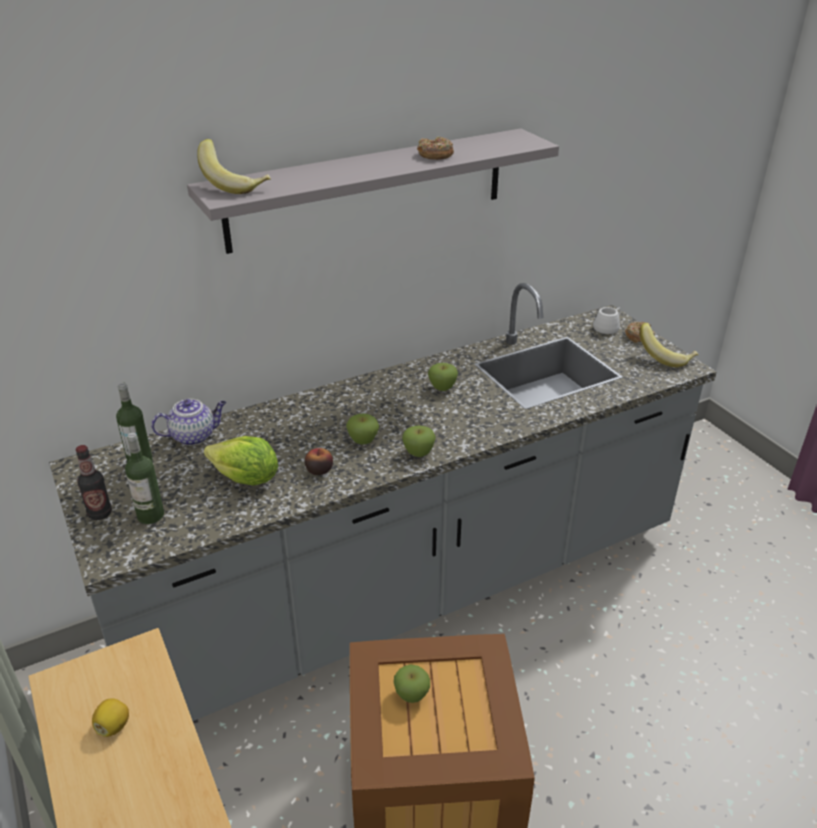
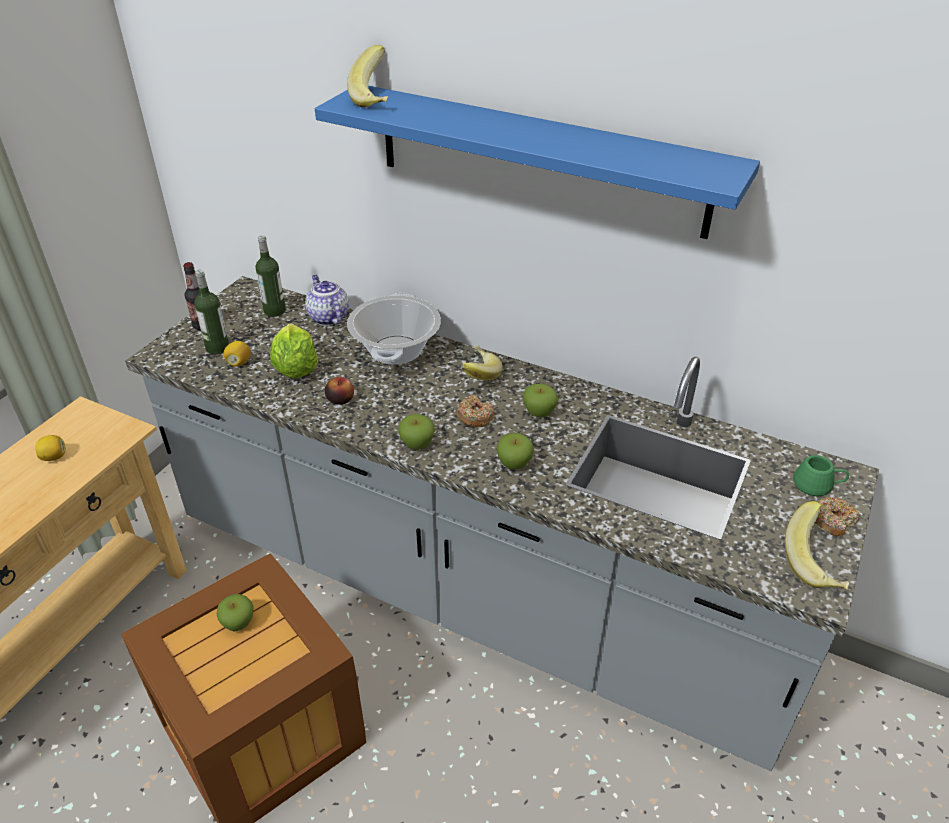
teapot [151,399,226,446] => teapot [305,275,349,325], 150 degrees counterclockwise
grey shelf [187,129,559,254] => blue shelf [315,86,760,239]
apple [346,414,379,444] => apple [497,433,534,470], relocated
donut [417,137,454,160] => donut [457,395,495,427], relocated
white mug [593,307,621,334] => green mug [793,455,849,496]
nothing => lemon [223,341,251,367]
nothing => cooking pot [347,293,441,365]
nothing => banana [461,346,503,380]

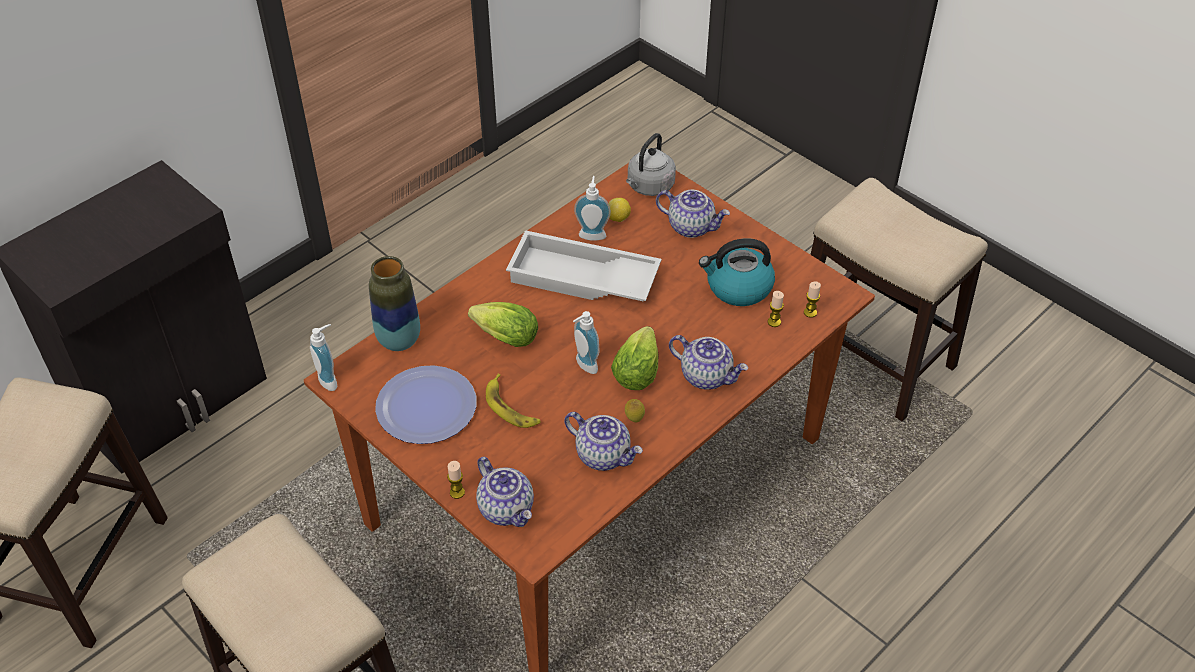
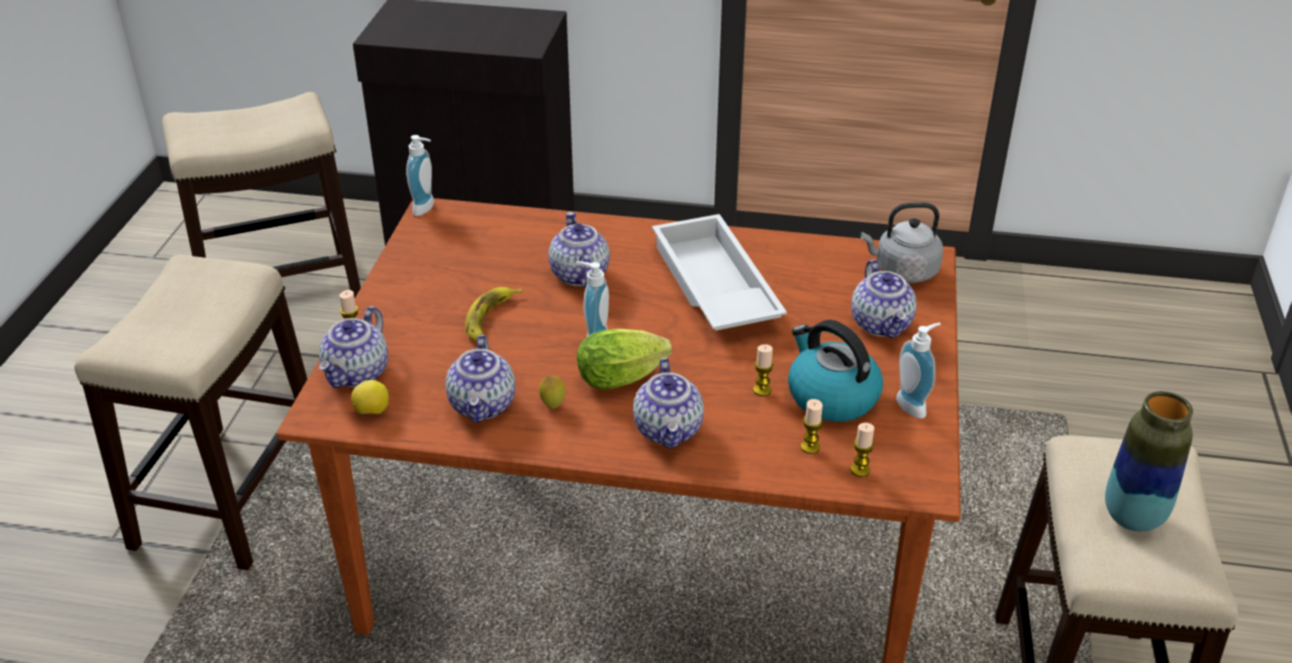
vase [369,256,420,351] => vase [1105,391,1193,532], relocated
plate [375,365,476,444] => nothing
lettuce [468,302,538,347] => teapot [549,212,609,288]
soap dispenser [574,176,611,241] => soap dispenser [896,323,941,419], relocated
lemon [608,198,631,222] => lemon [351,380,389,414], relocated
nothing => candle [753,344,774,396]

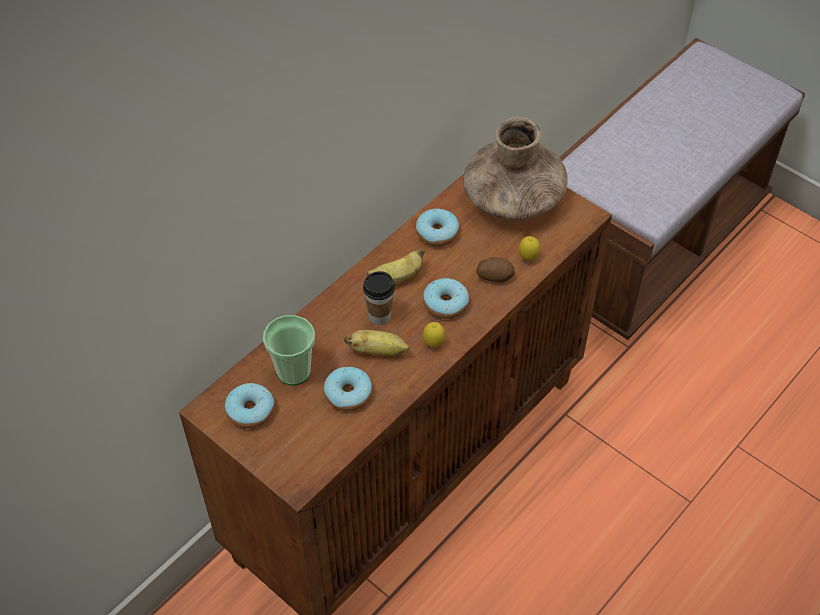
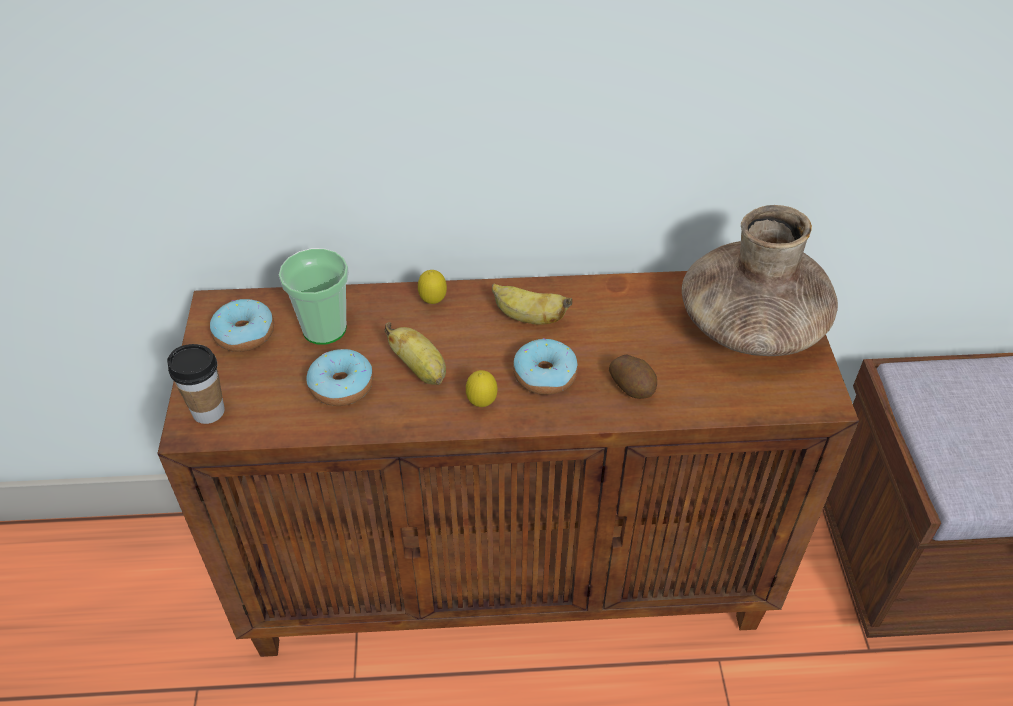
cup [363,271,395,325] => cup [167,344,225,424], relocated
donut [416,209,459,247] => nothing
lemon [519,236,540,261] => lemon [418,270,447,304], relocated

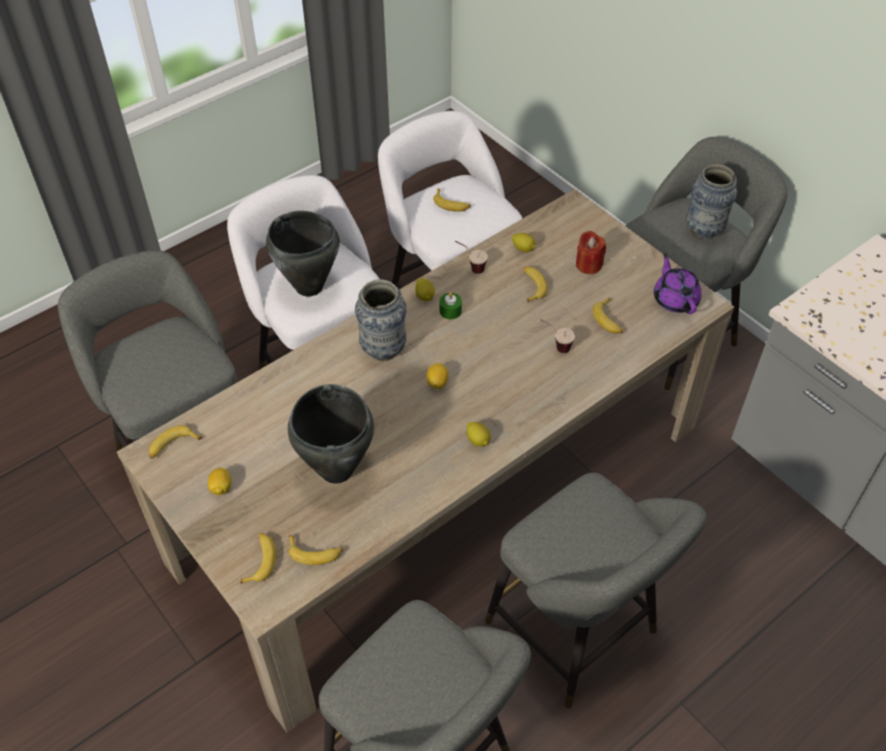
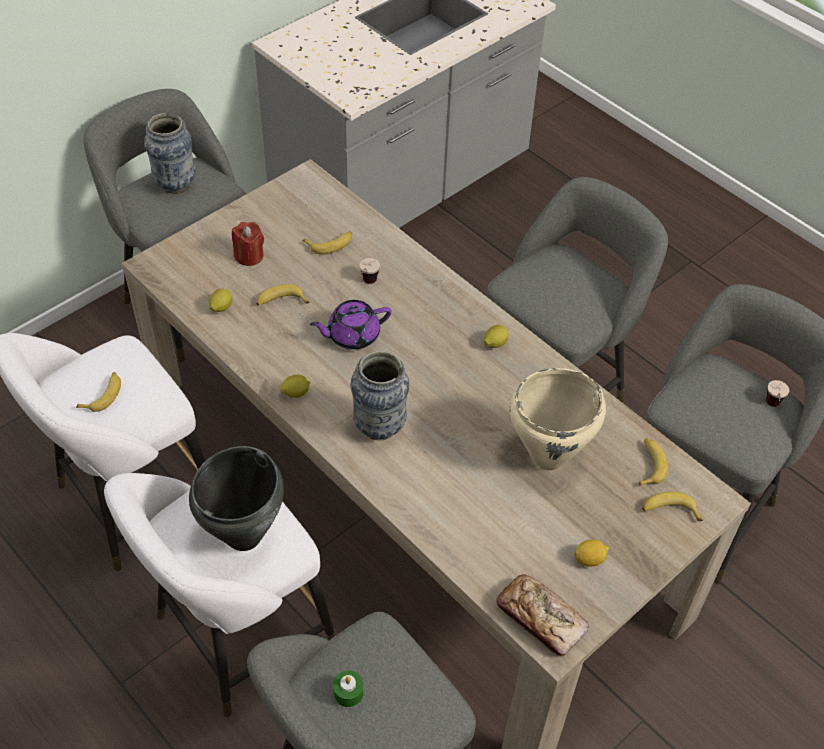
banana [149,425,202,459] => bread [496,574,589,656]
black cooking pot [288,384,374,484] => beige cooking pot [510,368,606,471]
lemon [427,363,448,389] => nothing
green candle [439,292,462,319] => green candle [333,670,364,707], relocated
cup [455,241,488,274] => cup [766,380,790,407], relocated
purple teapot [654,253,702,314] => purple teapot [310,300,391,350], relocated

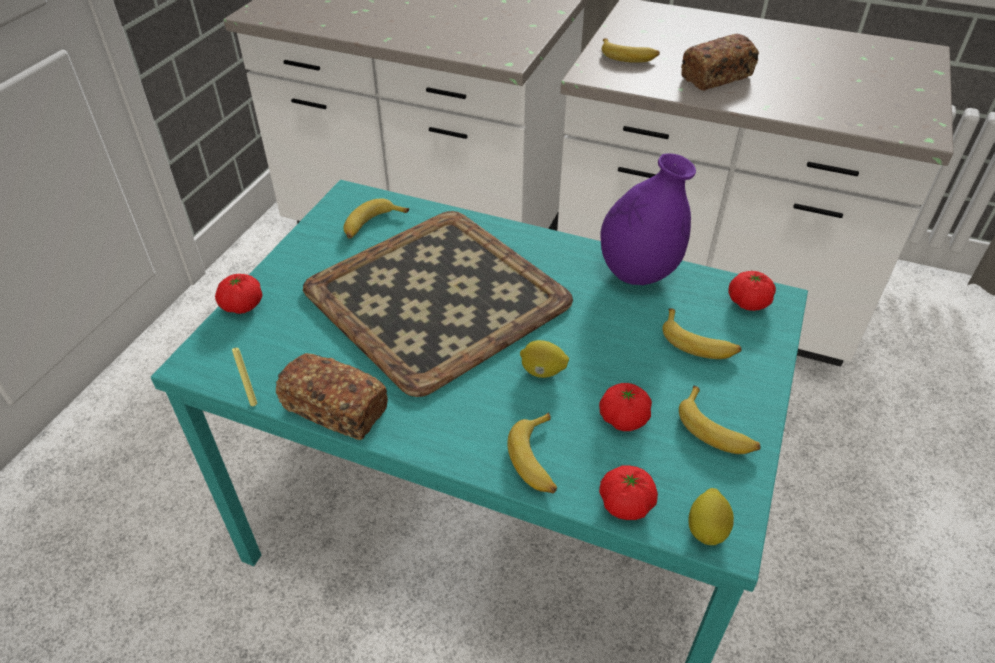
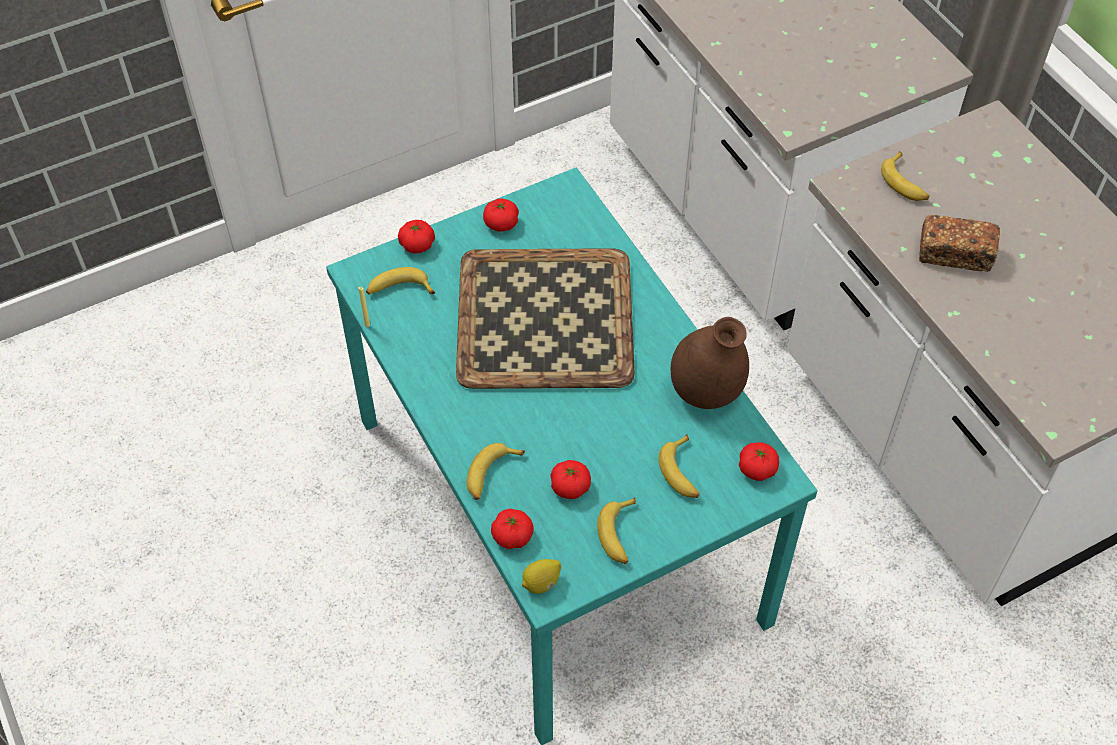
bread [276,353,388,440] => nothing
banana [343,199,409,239] => banana [366,267,435,295], relocated
lemon [520,340,569,378] => nothing
purple vase [600,154,696,285] => brown vase [671,317,749,409]
nothing => tomato [483,199,519,232]

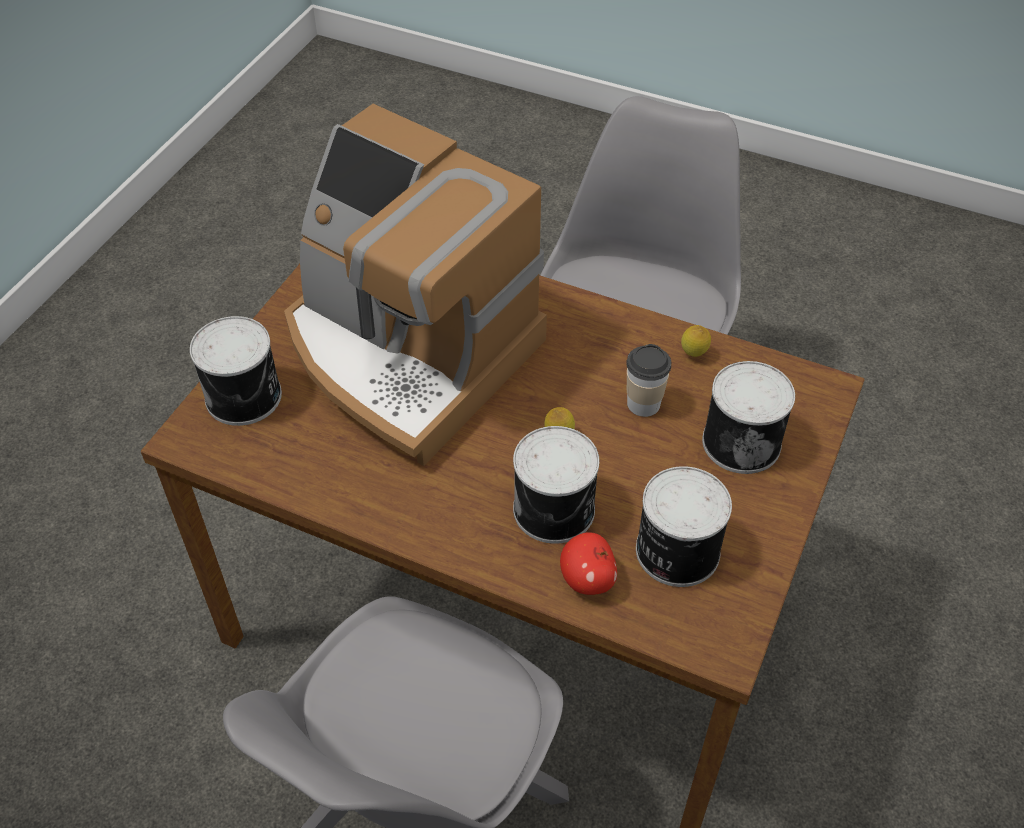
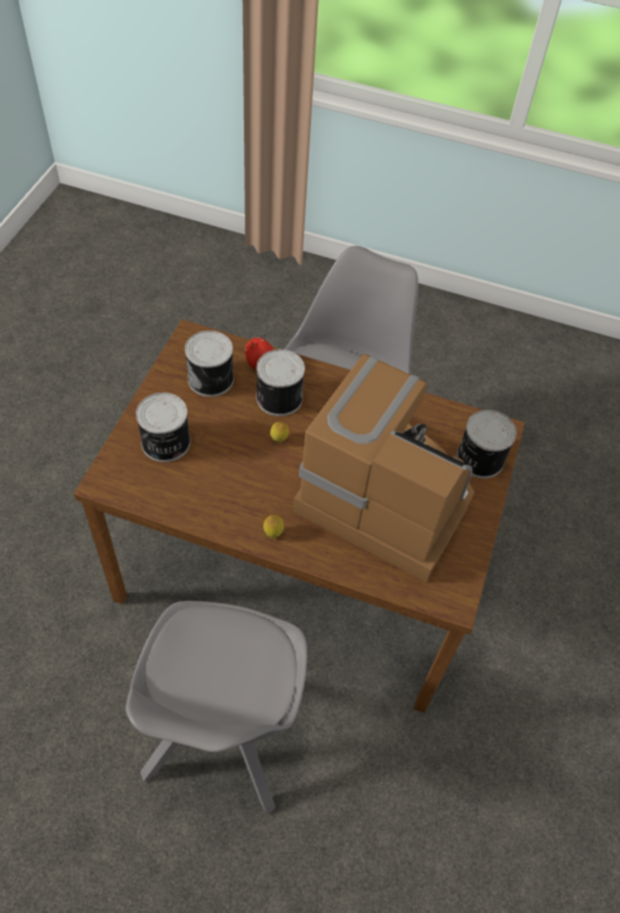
cup [626,344,671,417] => nothing
lemon [681,325,711,357] => lemon [263,515,284,538], relocated

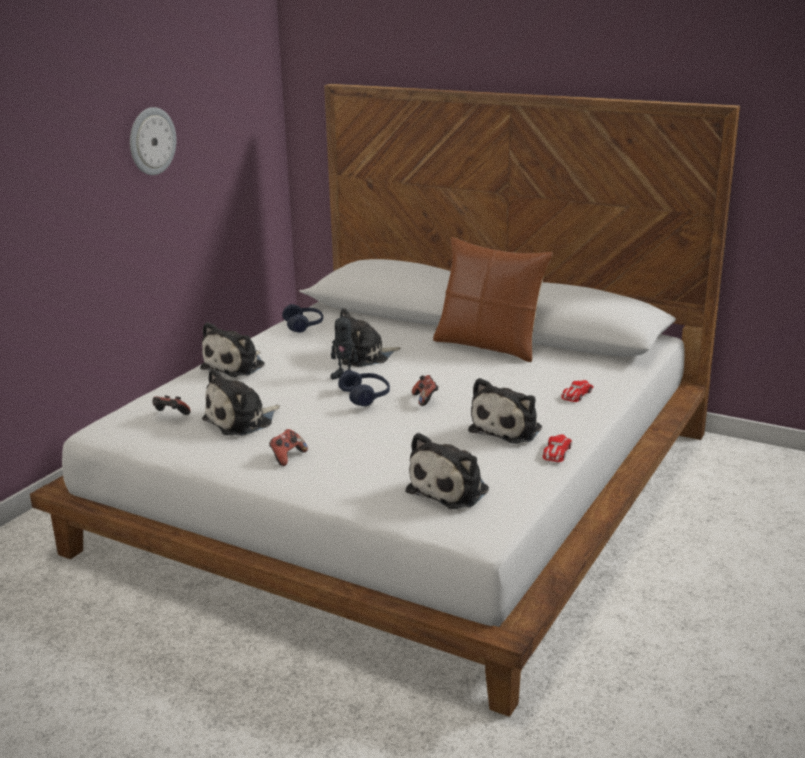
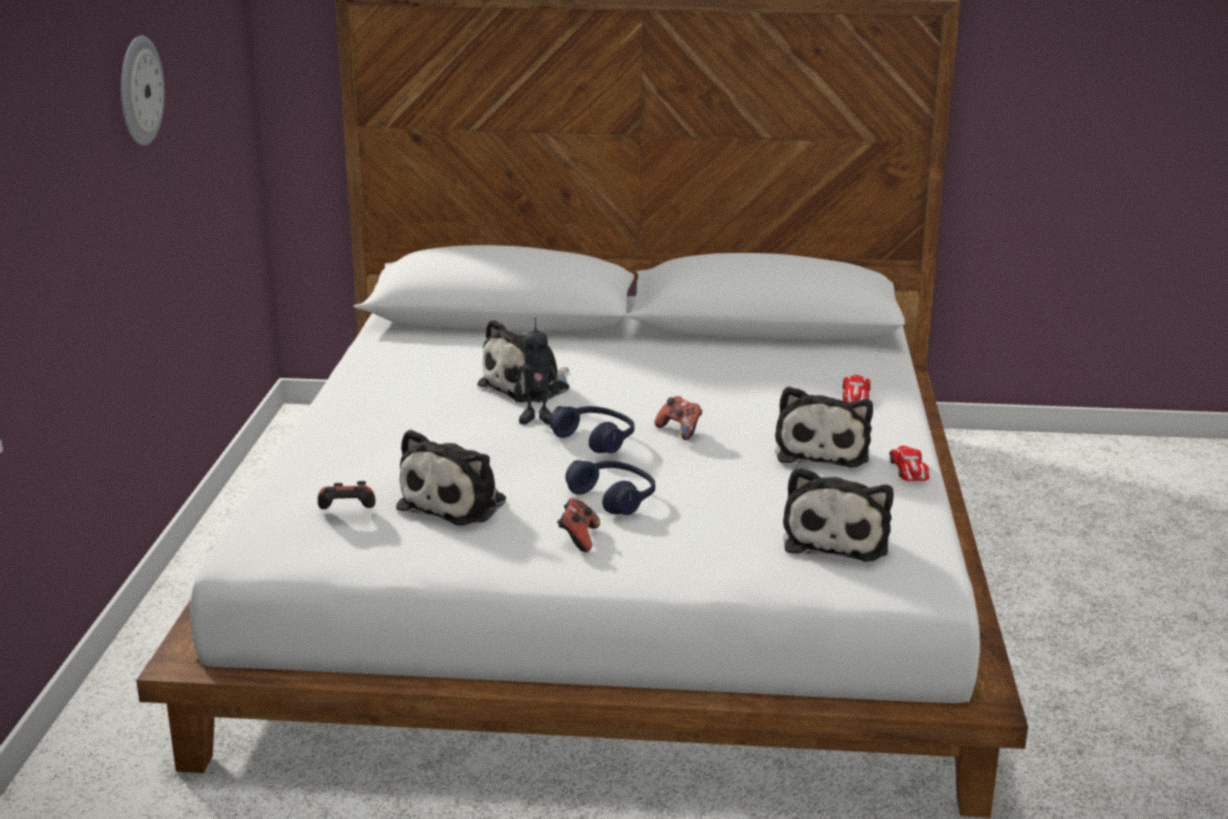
plush toy [200,322,265,377] => nothing
blue headphones [282,304,323,333] => blue headphones [565,460,655,515], relocated
brown pillow [433,237,553,362] => nothing

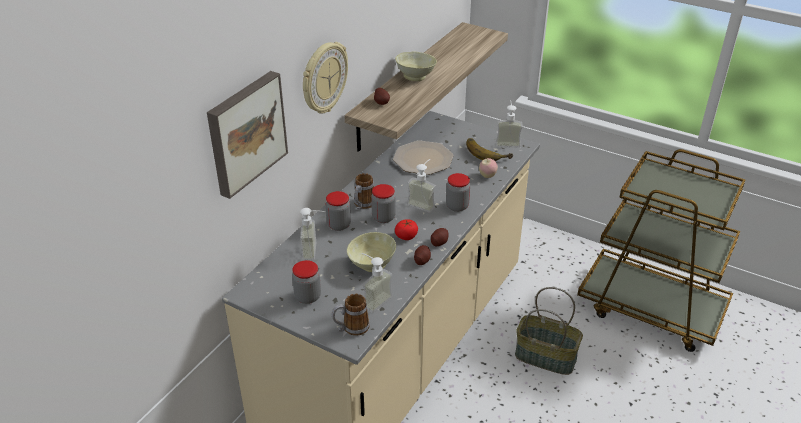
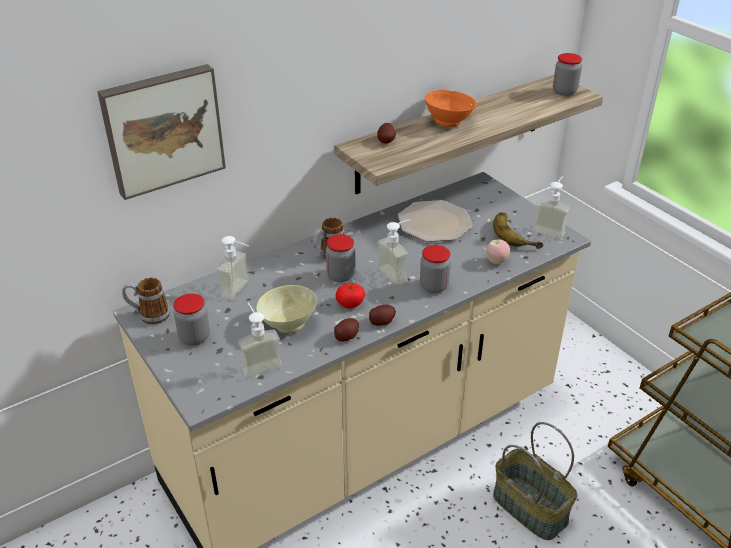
wall clock [303,42,348,114] => nothing
jar [326,191,351,231] => jar [553,53,582,96], relocated
mug [332,294,370,336] => mug [122,277,170,324], relocated
beige bowl [395,52,437,81] => orange bowl [425,90,477,127]

